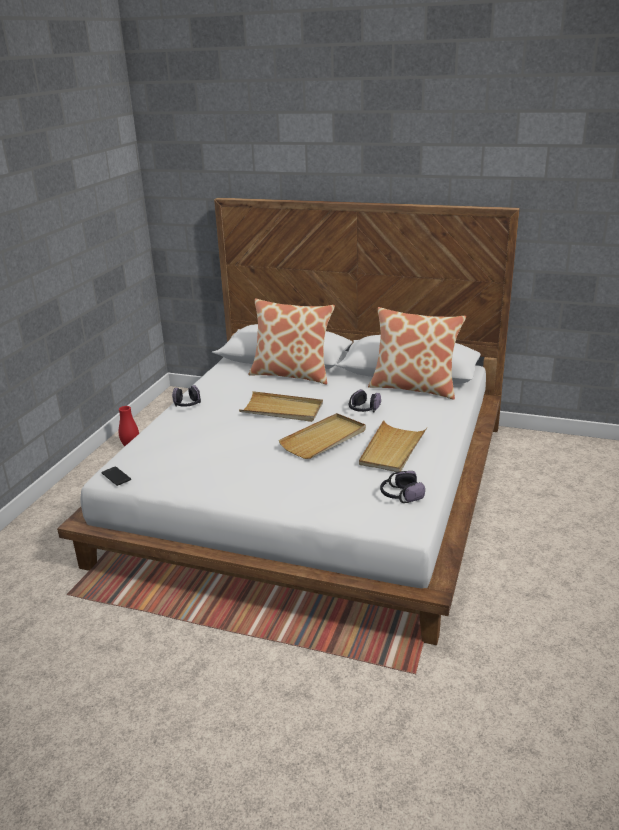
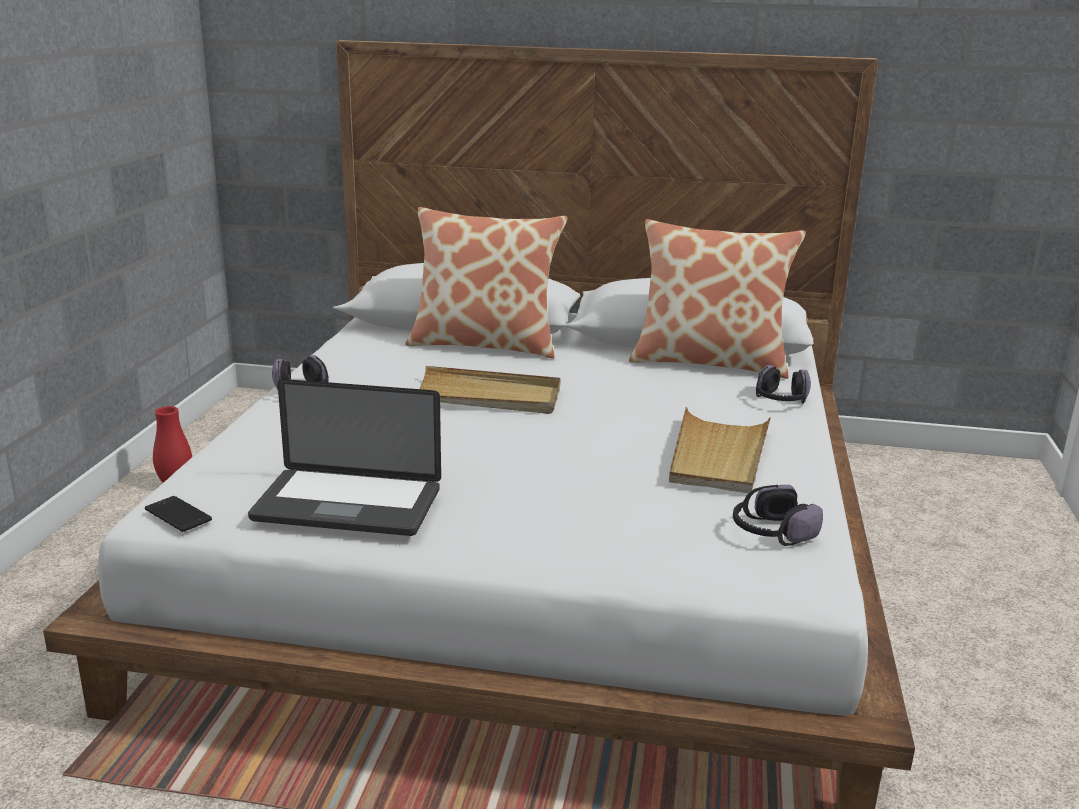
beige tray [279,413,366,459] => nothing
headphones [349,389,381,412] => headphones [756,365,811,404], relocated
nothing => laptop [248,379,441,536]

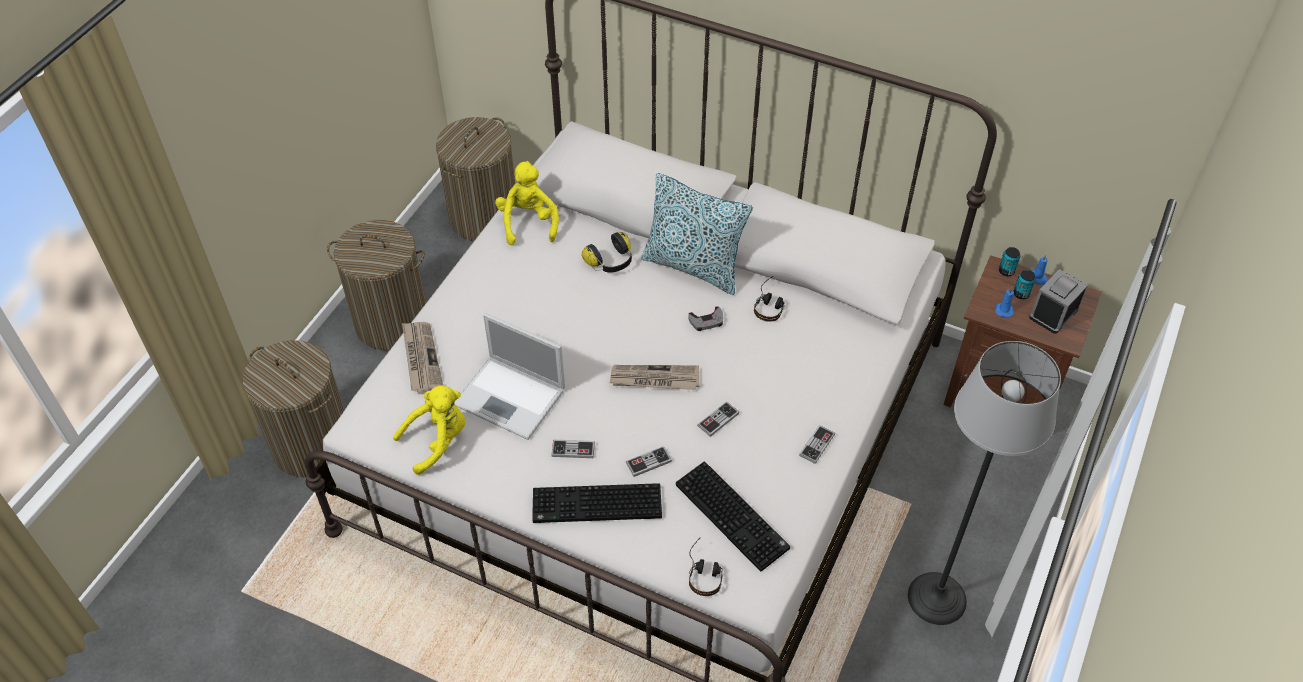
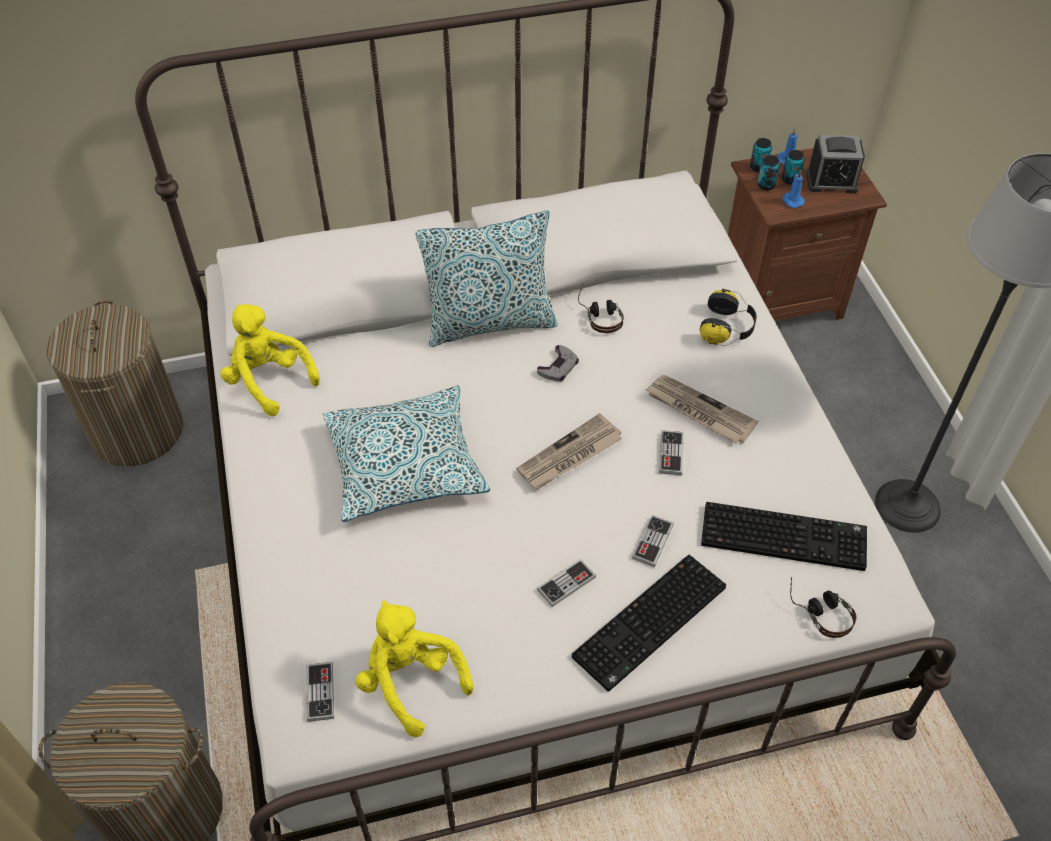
laundry basket [327,220,427,351] => nothing
yellow plush toy [393,385,465,475] => yellow plush toy [355,601,473,737], 60 degrees counterclockwise
newspaper [402,322,443,394] => newspaper [645,375,758,444], relocated
laptop [454,313,565,440] => nothing
headphones [582,232,632,273] => headphones [700,289,757,346], relocated
game controller [799,425,835,464] => game controller [306,662,334,722], relocated
alarm clock [1029,269,1088,334] => alarm clock [806,135,865,193], 90 degrees counterclockwise
nothing => pillow [323,385,490,522]
nothing => can [757,155,780,190]

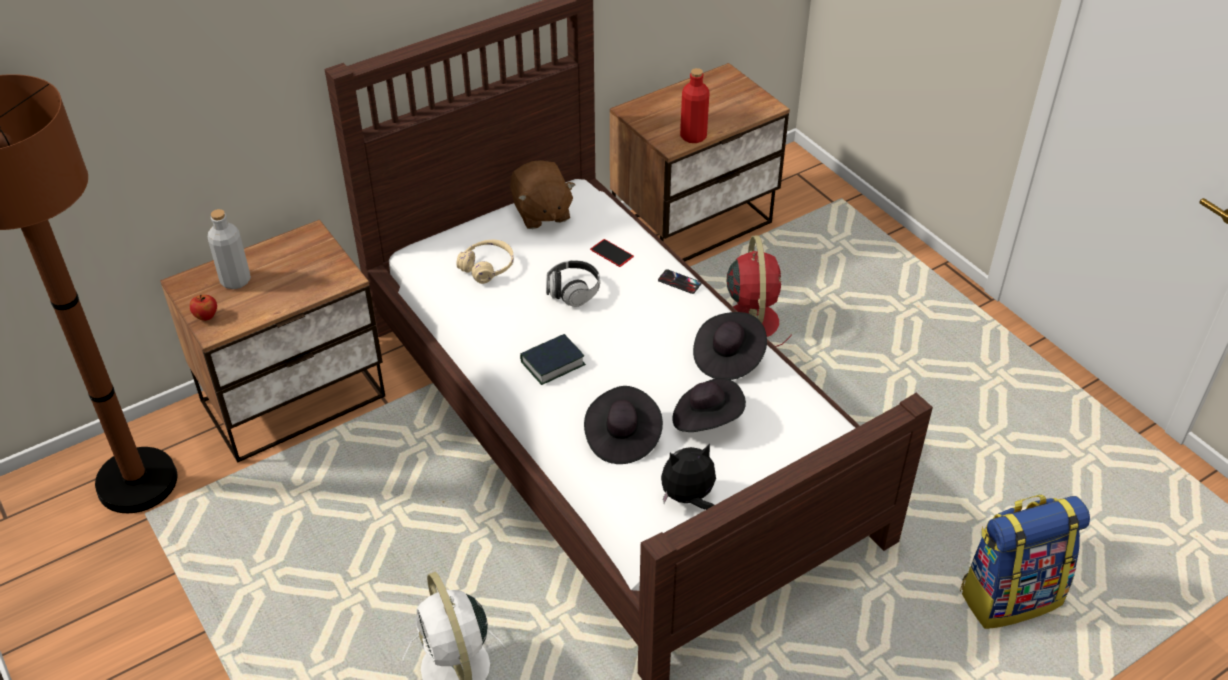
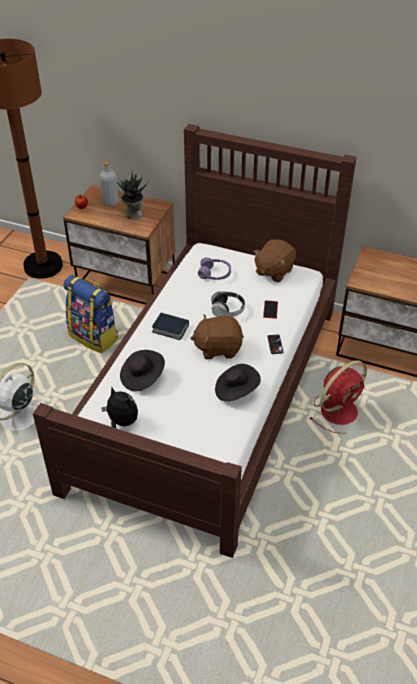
beige headphones [456,240,514,284] => purple headphones [198,257,231,280]
black hat [672,378,746,432] => nothing
red bottle [680,68,710,143] => nothing
backpack [960,495,1090,629] => backpack [63,275,118,353], relocated
nothing => potted plant [117,170,149,219]
nothing => brown plush toy [190,314,244,359]

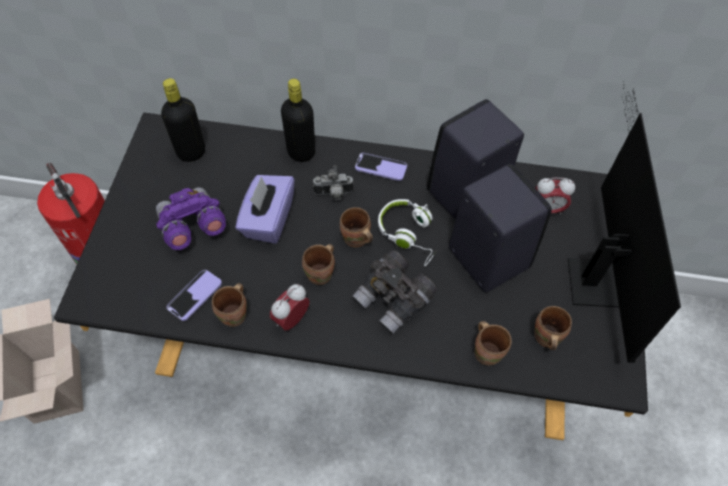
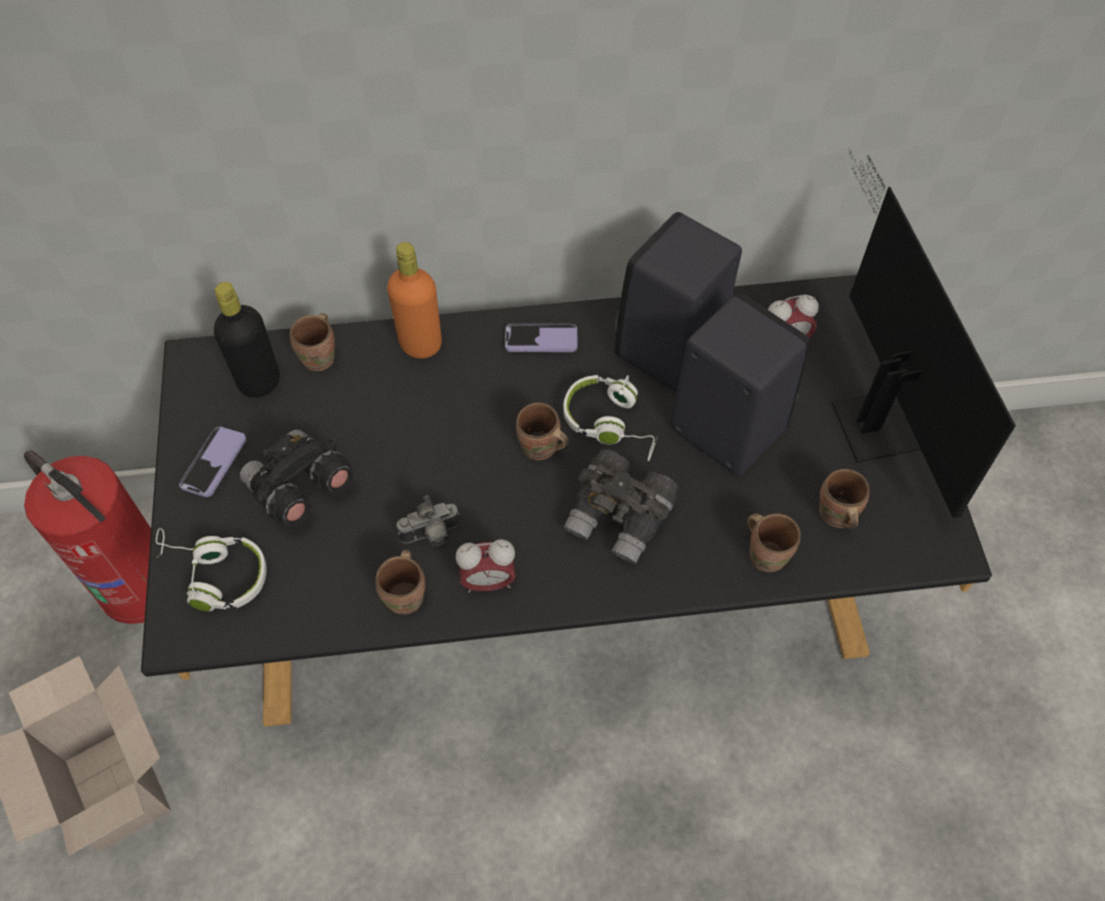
purple binoculars [156,187,226,250] => black binoculars [240,430,354,527]
phone [167,270,222,321] => phone [179,427,246,497], relocated
purple tissue box [235,175,295,244] => nothing
alarm clock [270,284,310,330] => alarm clock [455,539,516,593], 120 degrees counterclockwise
black bottle [281,79,315,162] => orange bottle [387,242,442,358]
brown mug [302,244,335,285] => brown mug [290,313,335,371], relocated
photo camera [313,165,354,200] => photo camera [396,495,460,546], relocated
nothing => white headphones [156,528,267,611]

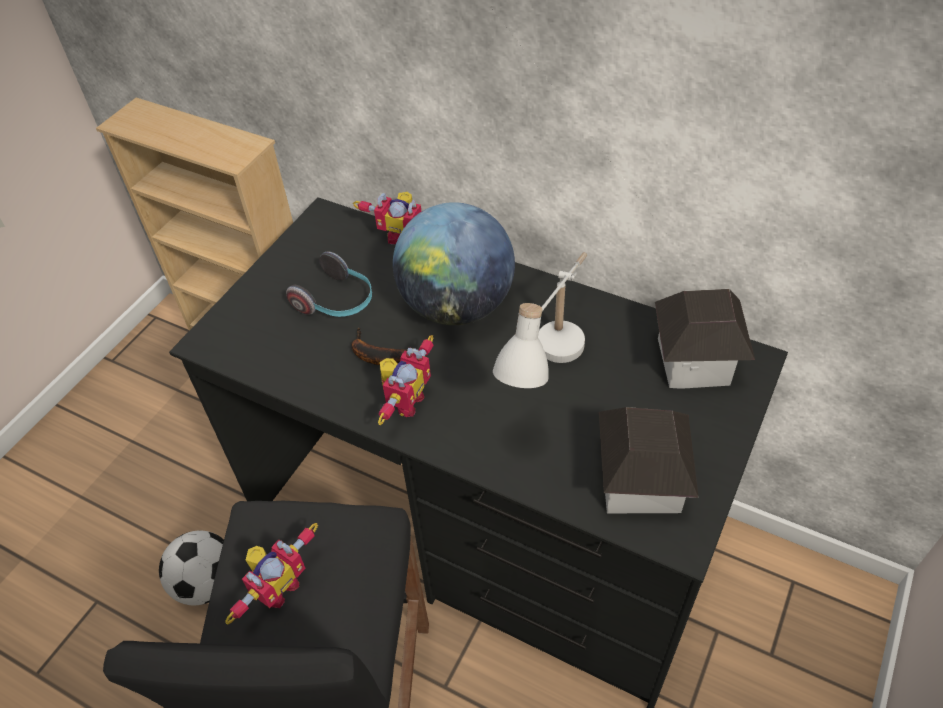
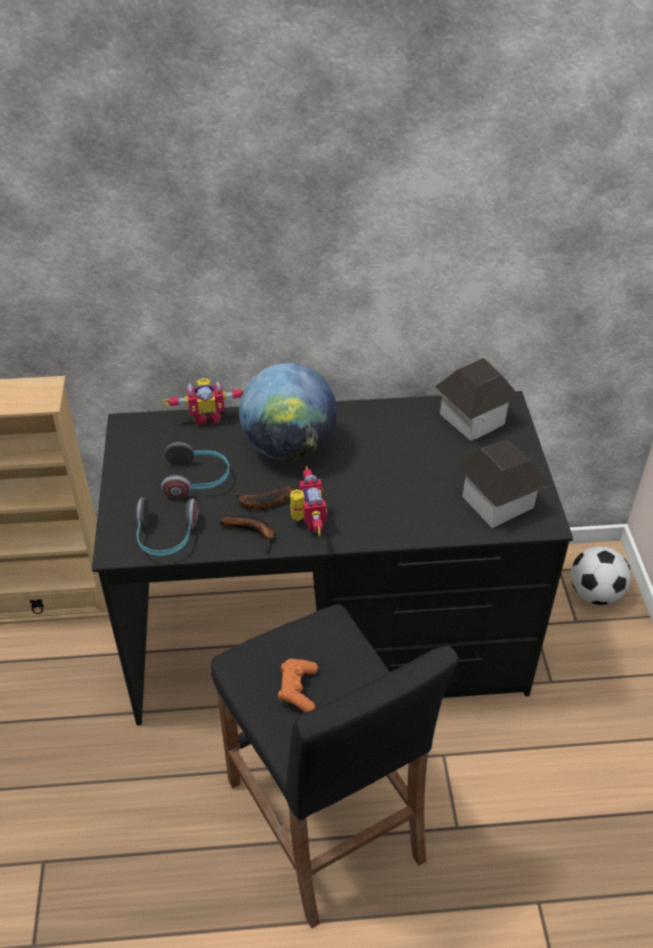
football [159,530,224,605] => football [571,546,631,605], relocated
toy robot [225,523,318,625] => orange game controller [278,659,318,713]
white table lamp [493,252,587,388] => nothing
nothing => headphones [136,497,198,556]
nothing => banana [219,515,275,552]

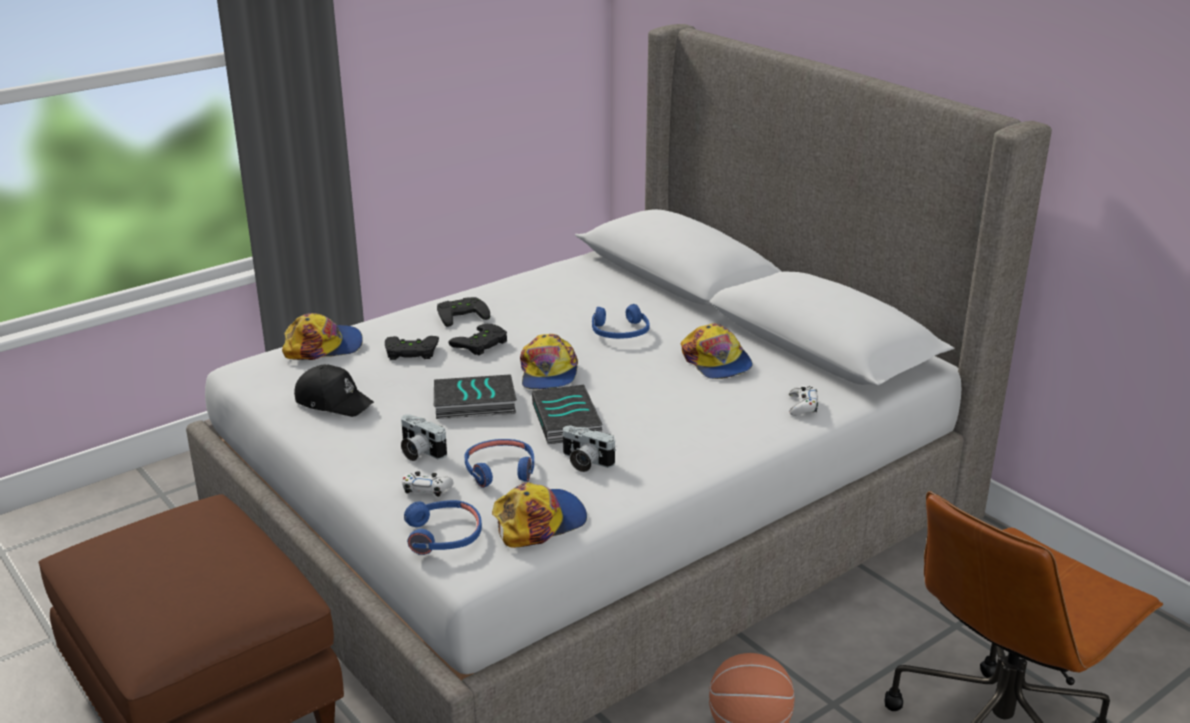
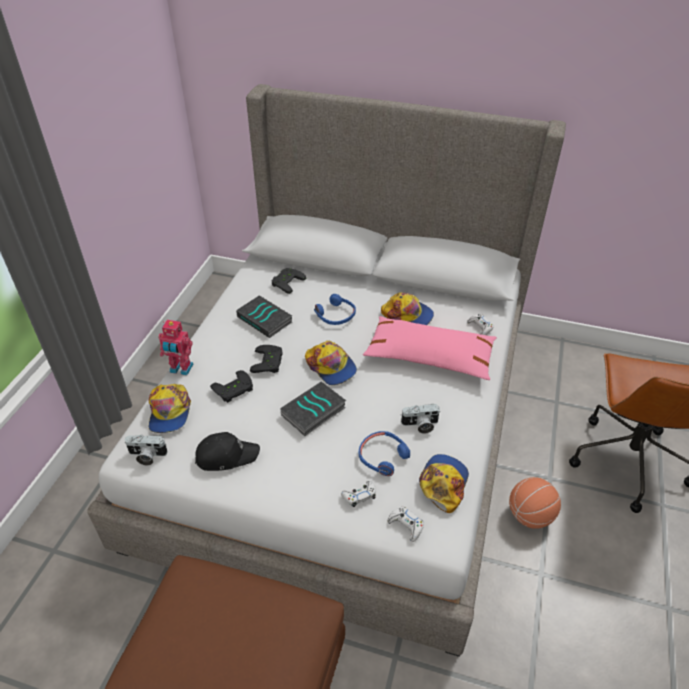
cap [282,313,363,360] => cap [148,384,191,433], 135 degrees clockwise
photo camera [401,414,447,461] => photo camera [125,435,168,466], relocated
blue headphones [404,500,482,555] => white game controller [387,507,424,542]
black game controller [437,297,490,327] => black game controller [272,268,306,294], relocated
book [532,385,602,444] => book [236,295,292,338], relocated
nothing => toy robot [158,320,193,375]
nothing => pink pillow [363,316,497,380]

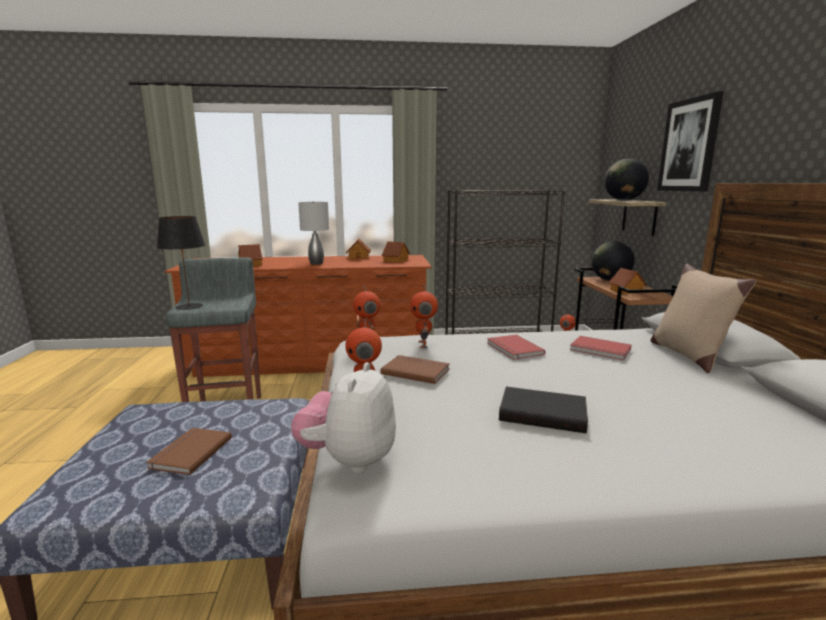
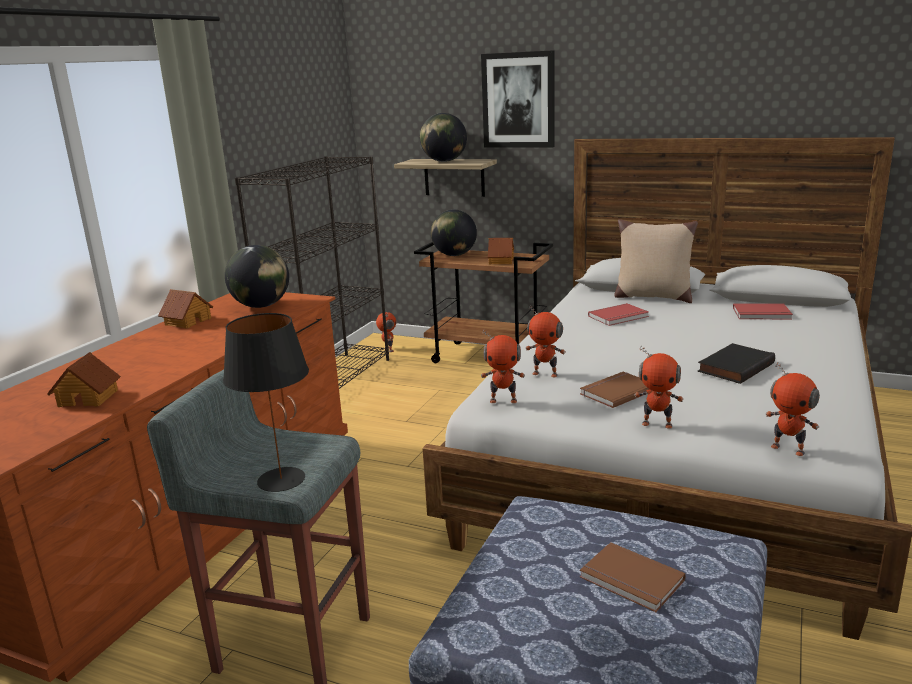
plush toy [291,362,396,473] => toy robot [765,362,820,456]
grey table lamp [298,201,329,265] => nothing
toy house [382,241,410,263] => globe [225,245,289,308]
red book [487,335,545,360] => red book [733,304,793,319], relocated

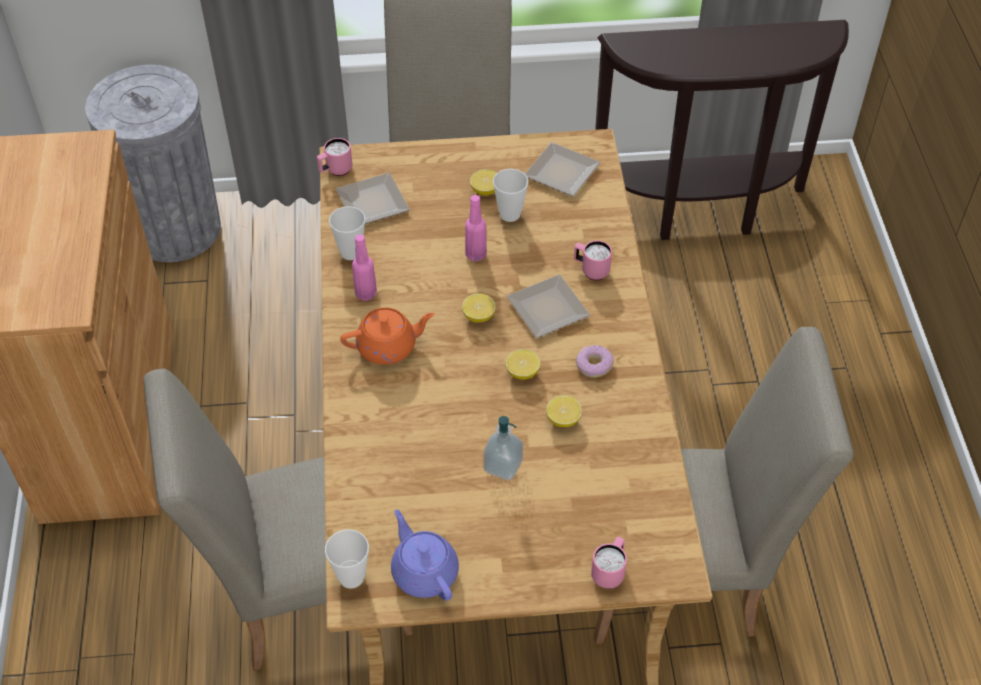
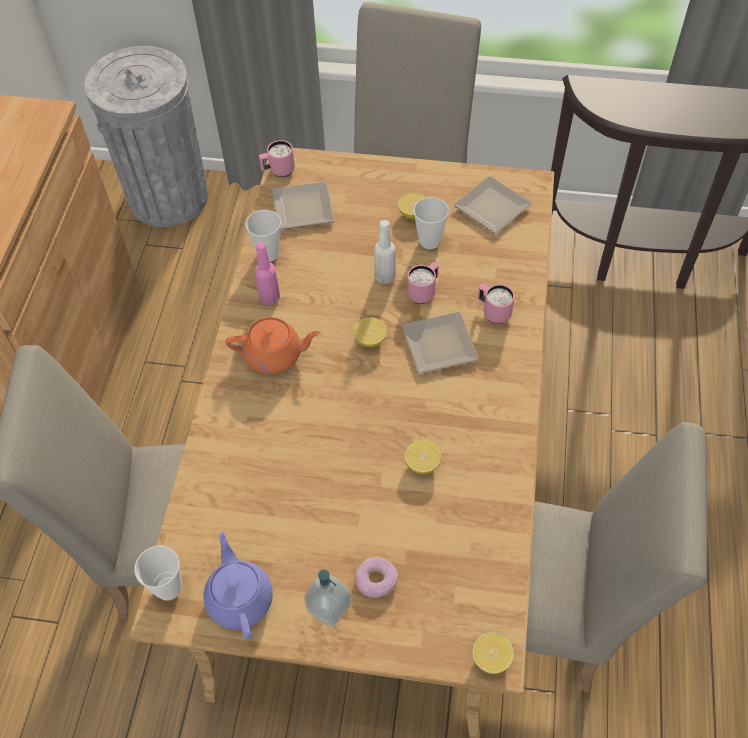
pink bottle [465,195,487,261] => white bottle [374,220,396,284]
soap dispenser [483,416,523,480] => soap dispenser [304,570,351,627], relocated
lemon [506,349,540,380] => lemon [472,632,514,674], relocated
donut [576,345,614,378] => donut [355,557,398,598], relocated
pink mug [591,537,627,589] => pink mug [407,262,439,304], relocated

